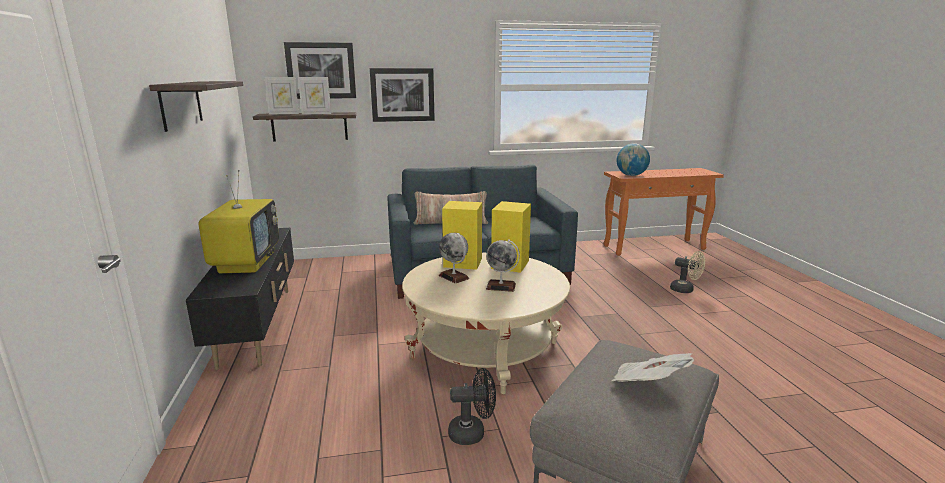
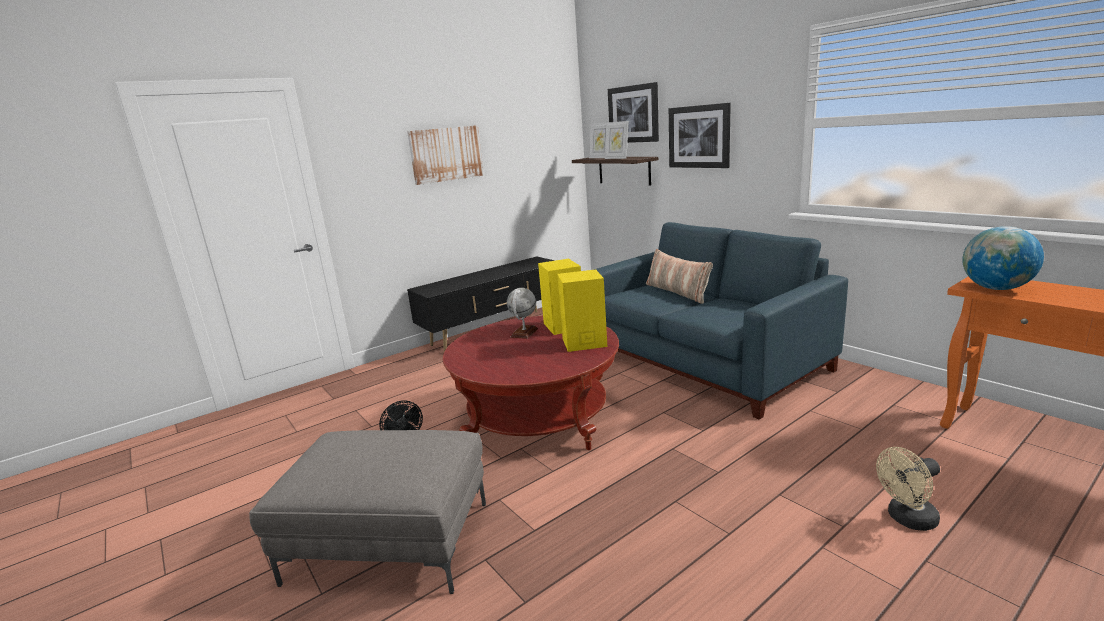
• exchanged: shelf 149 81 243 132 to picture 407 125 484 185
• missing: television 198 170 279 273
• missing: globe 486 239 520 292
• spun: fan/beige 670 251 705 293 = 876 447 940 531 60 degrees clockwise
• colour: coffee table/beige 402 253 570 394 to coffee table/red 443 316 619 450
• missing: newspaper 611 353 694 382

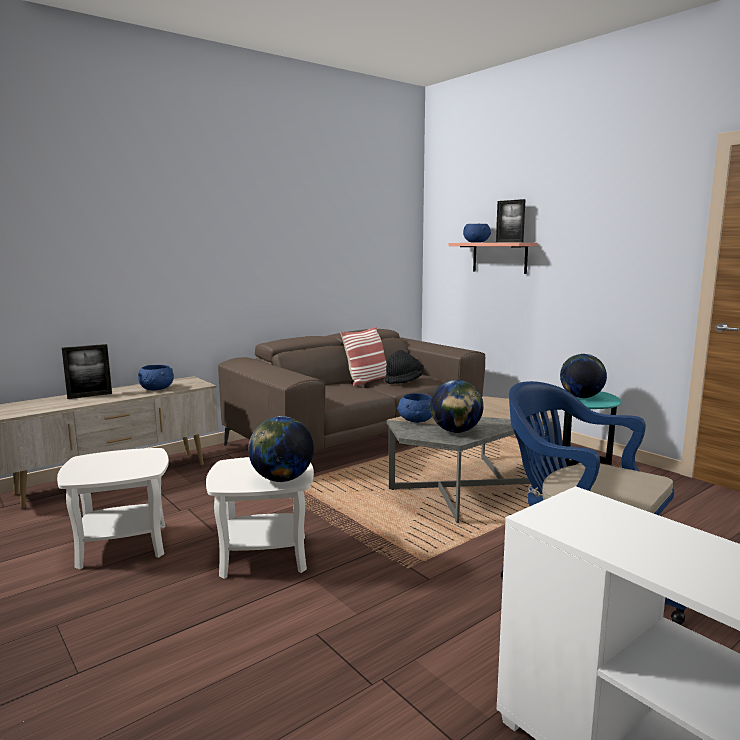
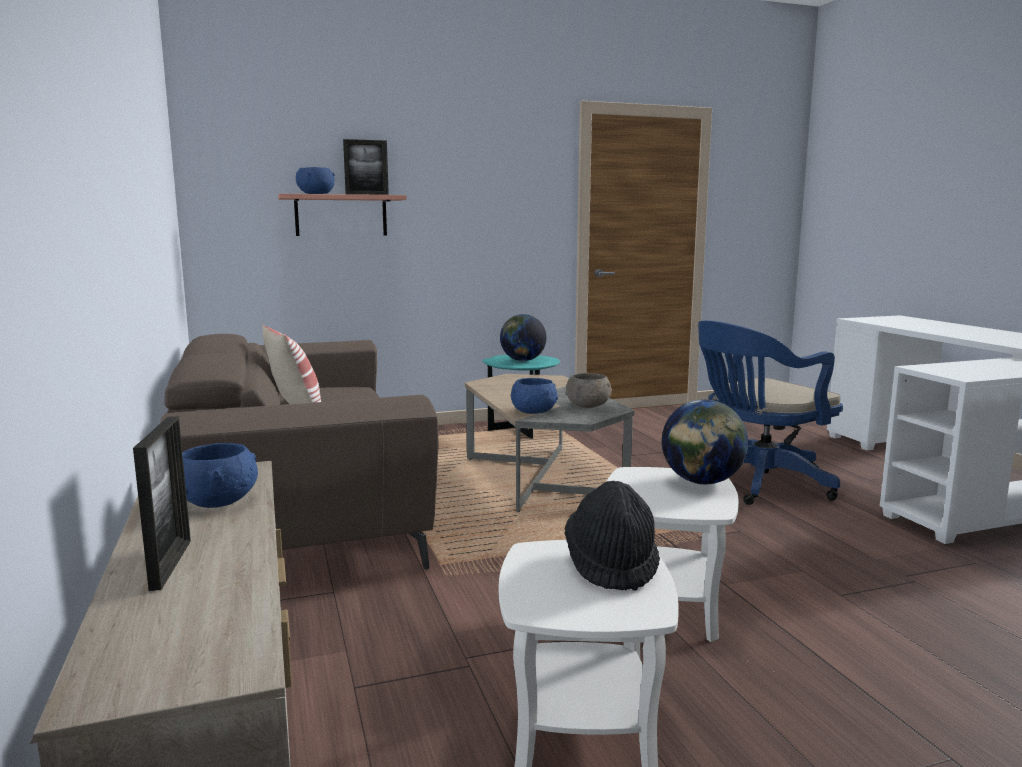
• relocated: hat/black 385 350 424 384 to 565 481 660 590
• exchanged: globe 430 380 483 433 to bowl/grey 565 373 612 408

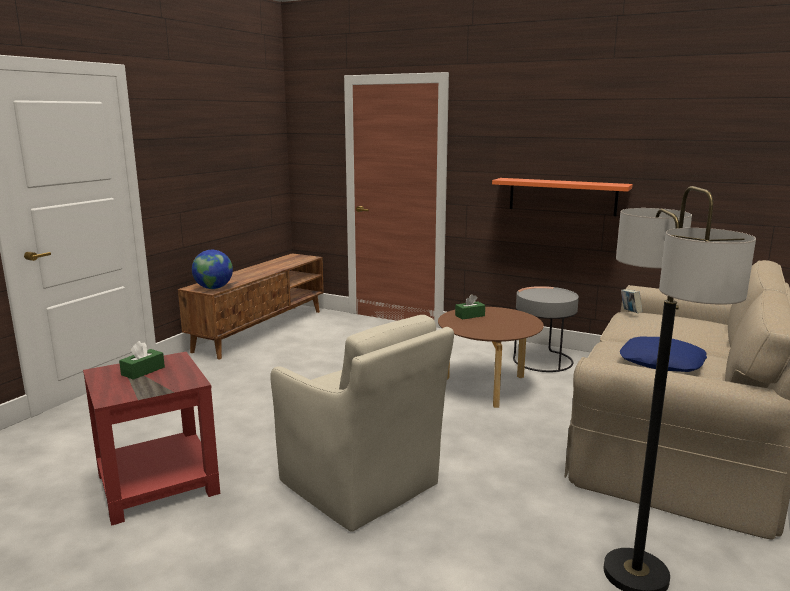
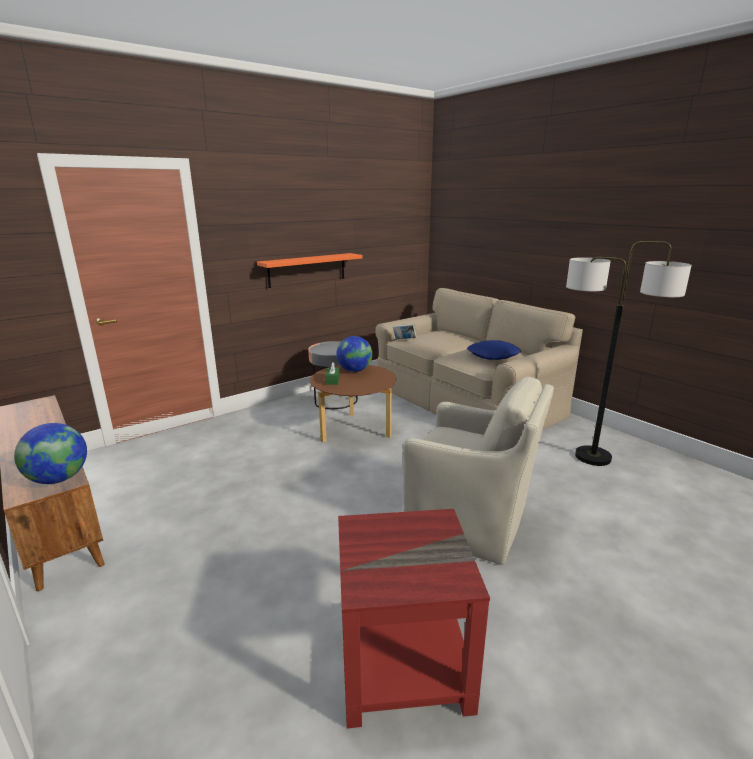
• spun: armchair/beige 270 315 454 532 = 403 377 554 565 45 degrees clockwise
• missing: tissue box/green 119 341 165 380
• appeared: globe 336 336 372 372

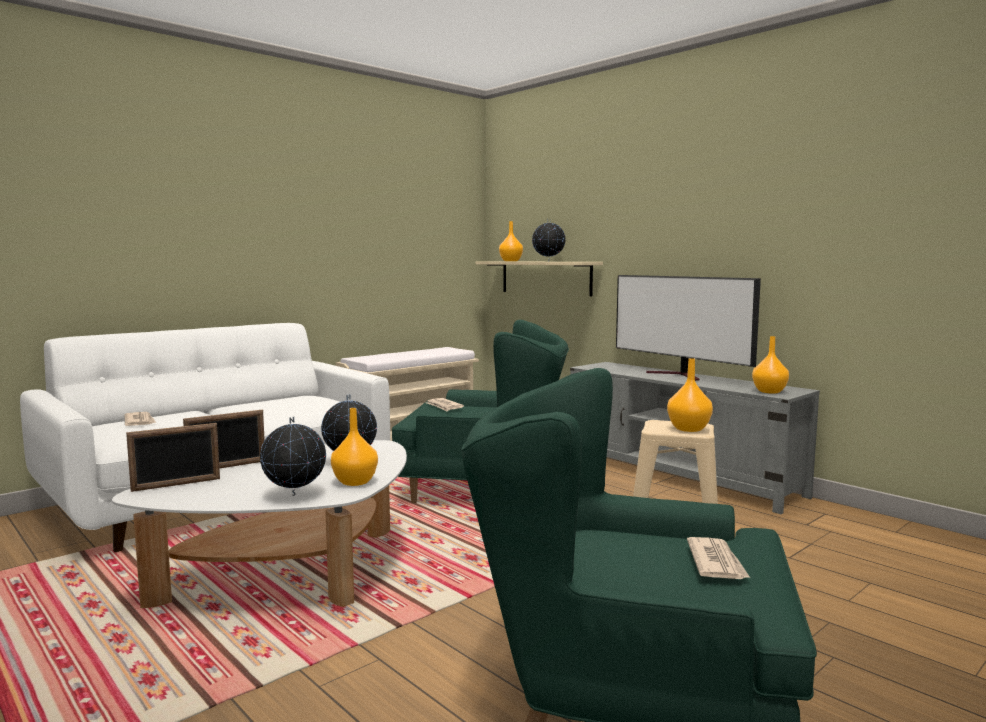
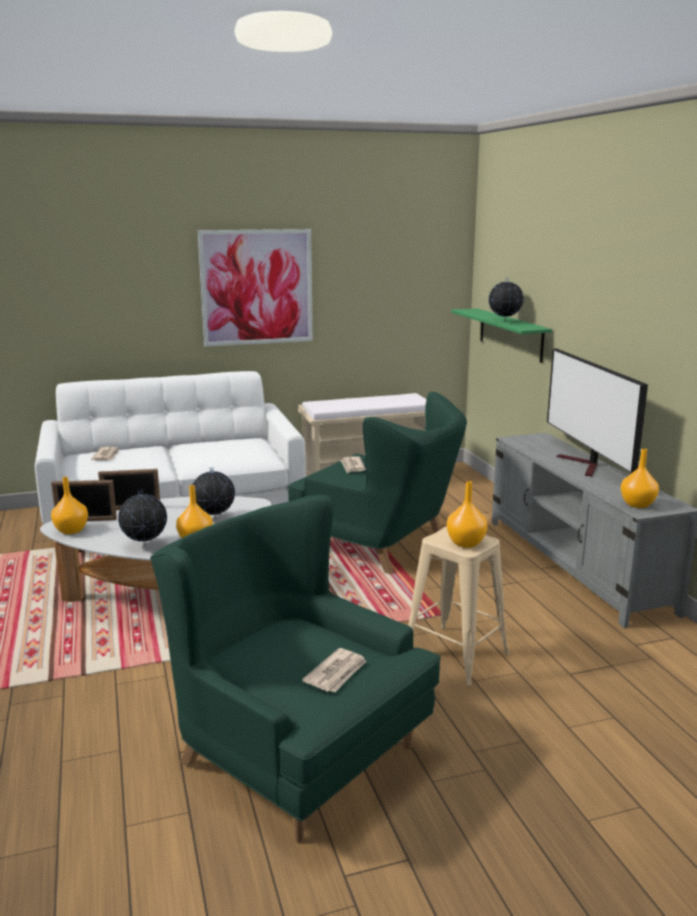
• relocated: vase/orange 499 221 523 261 to 51 477 88 534
• colour: shelf/beige 475 261 603 296 to shelf/green 451 308 552 363
• appeared: picture 197 229 313 347

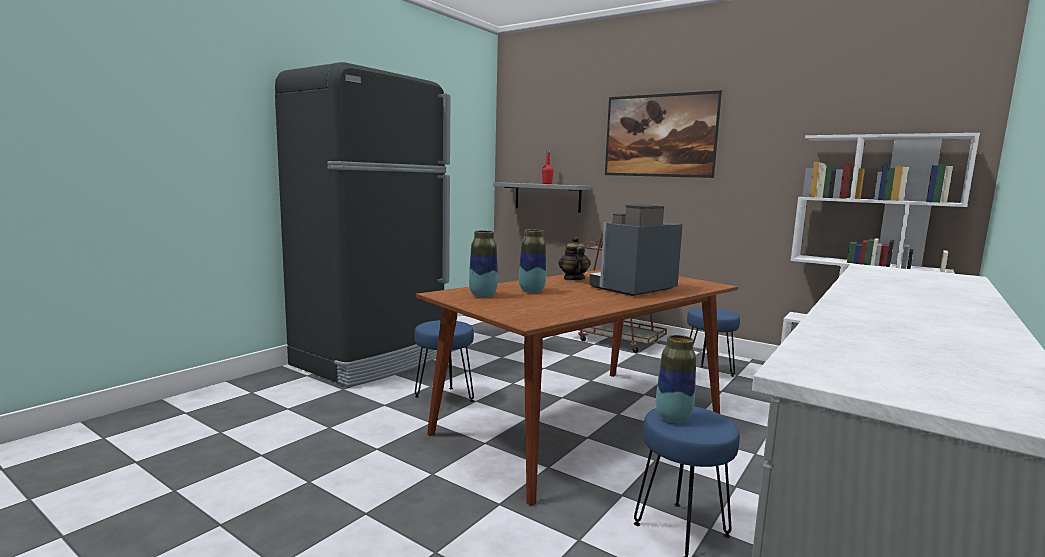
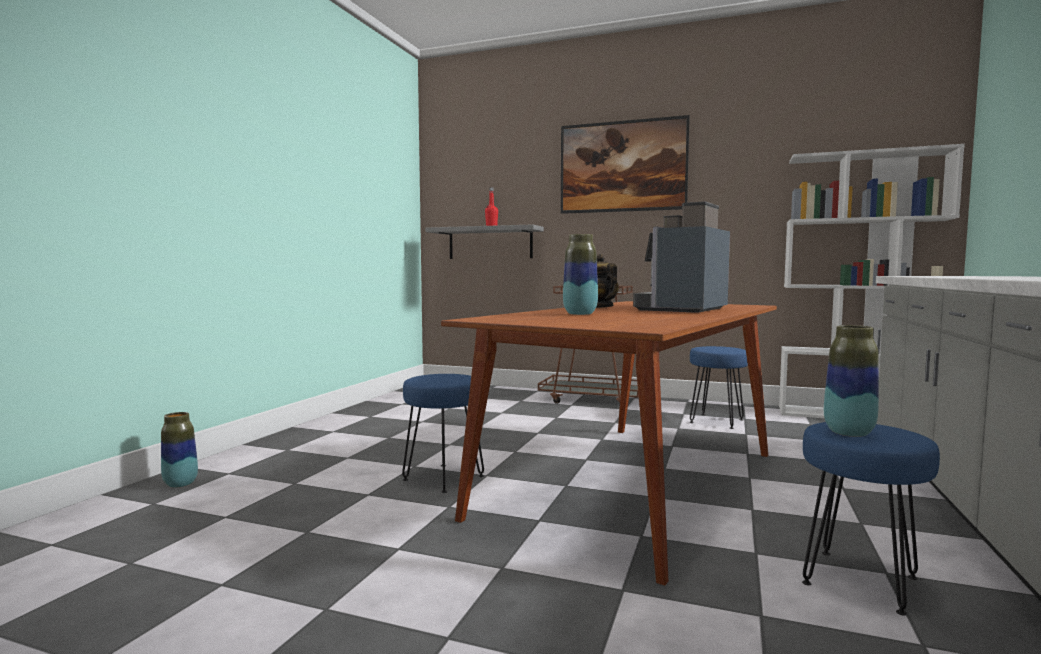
• missing: fridge/black 275 62 450 387
• relocated: vase 469 230 498 297 to 161 412 198 488

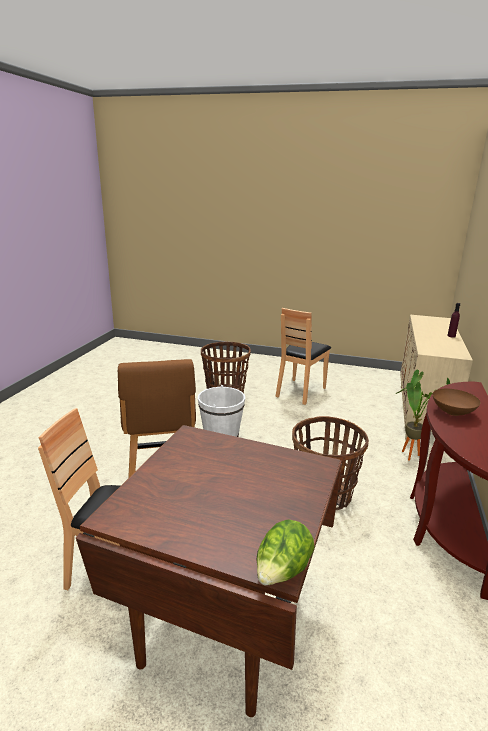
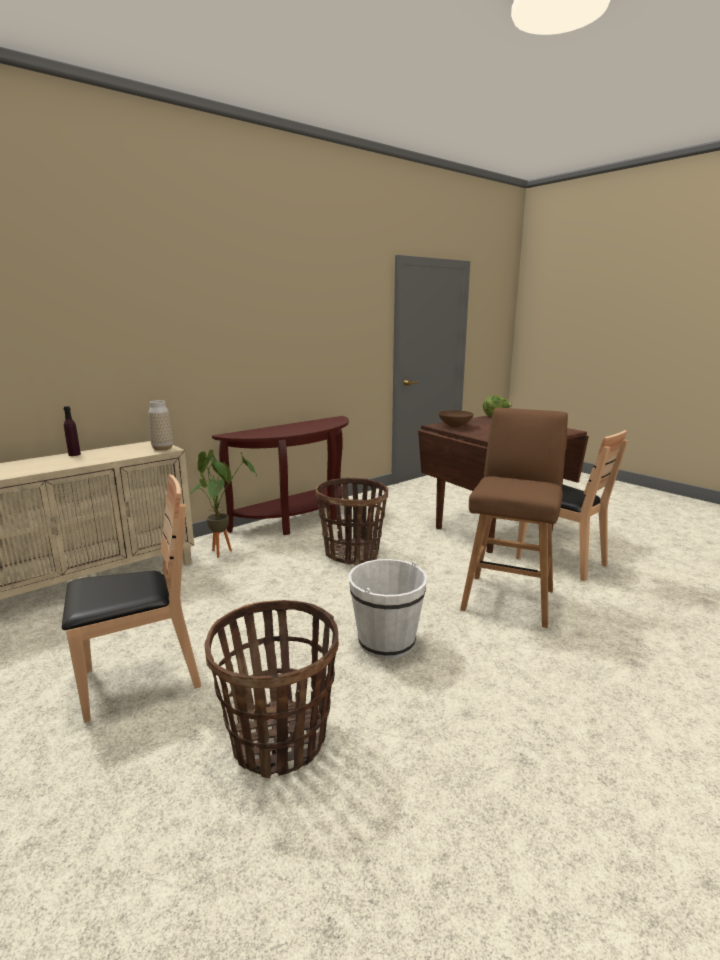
• relocated: bowl/brown 433 388 481 416 to 438 410 474 428
• appeared: vase 149 400 173 451

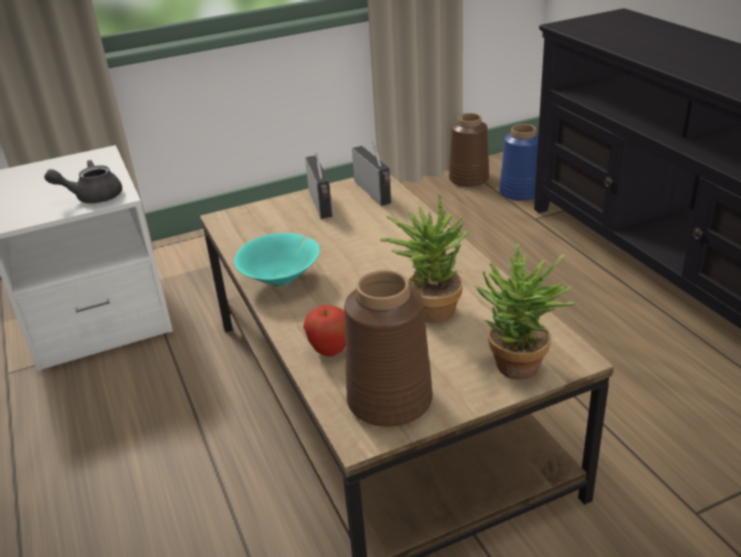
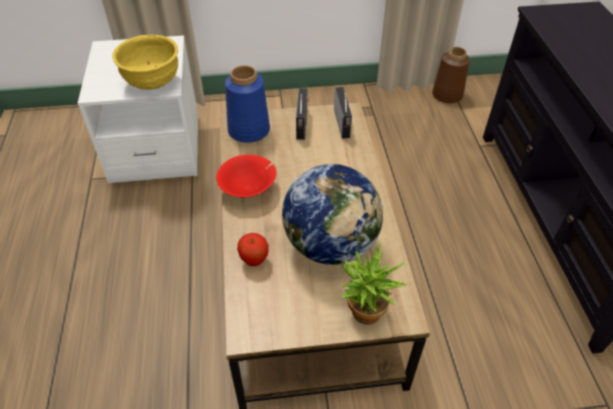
• relocated: vase/blue 499 124 538 201 to 225 65 270 143
• exchanged: teapot/grey 44 160 122 203 to bowl/yellow 112 35 178 90
• exchanged: potted plant 380 194 468 323 to globe 282 164 383 266
• colour: bowl/turquoise 234 233 320 287 to bowl/red 216 155 276 197
• missing: vase/brown 344 270 433 427

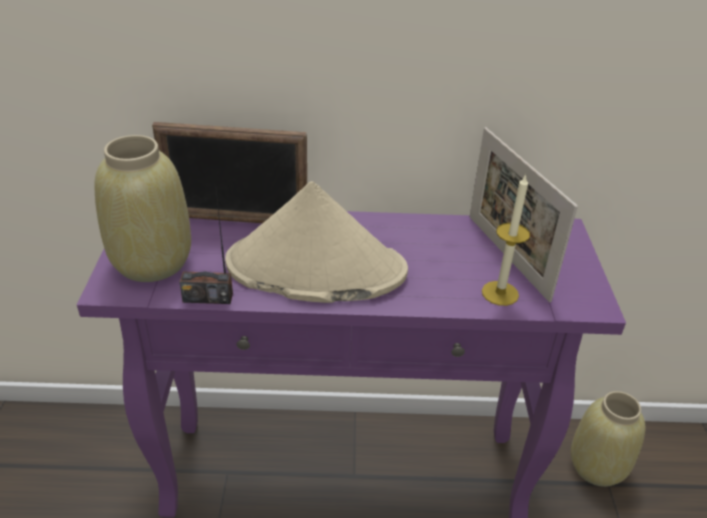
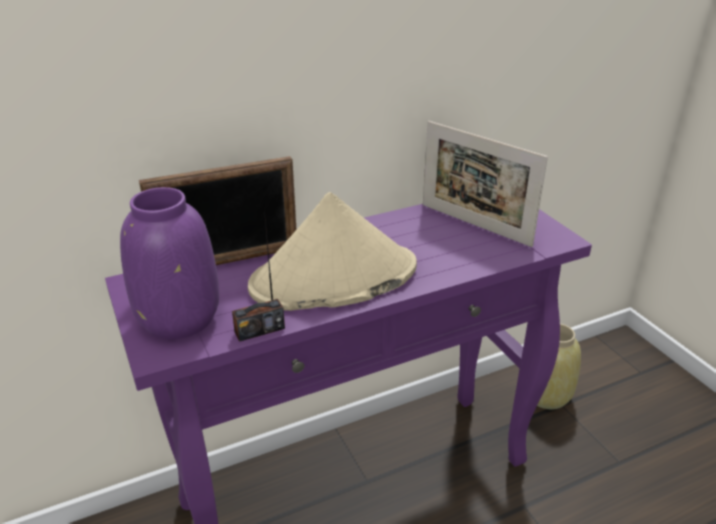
• colour: vase/beige 94 135 191 282 to vase/purple 120 187 219 339
• missing: candle 482 174 530 306

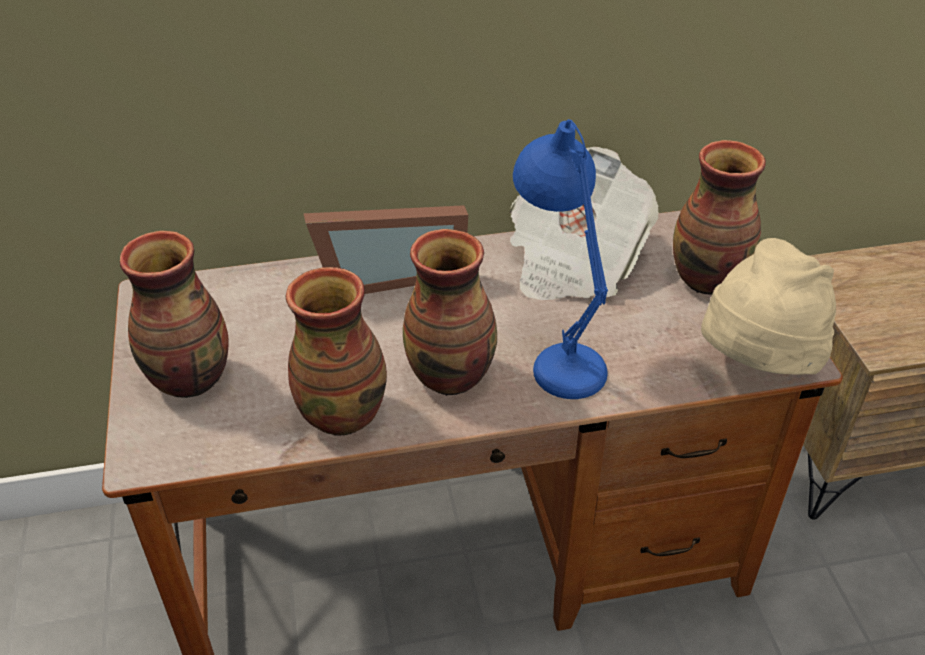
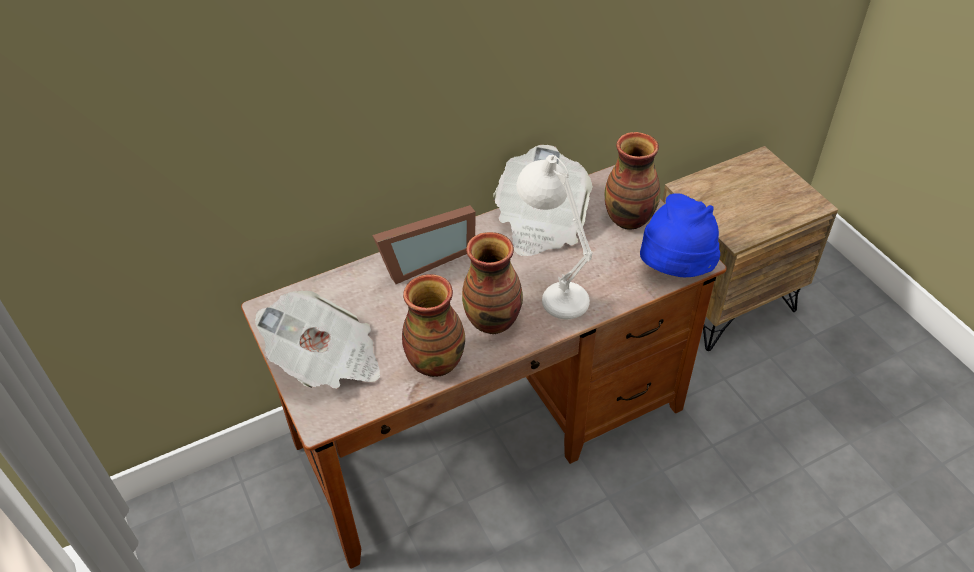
• colour: table lamp/blue 513 119 608 399 to table lamp/white 516 155 593 319
• exchanged: vase 120 231 229 398 to newspaper 255 290 381 389
• colour: hat/beige 701 238 836 374 to hat/blue 640 193 720 277

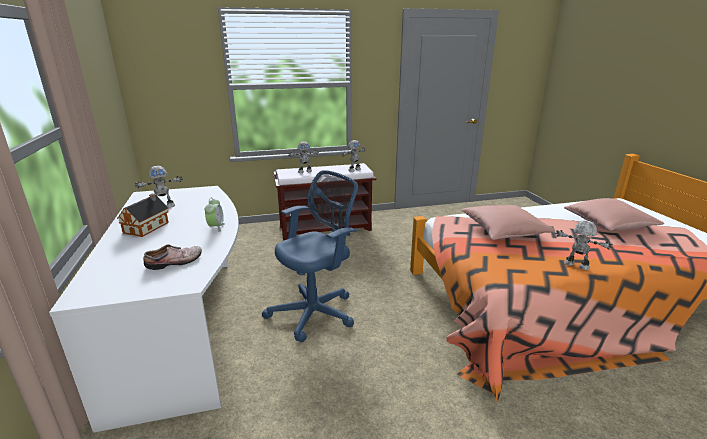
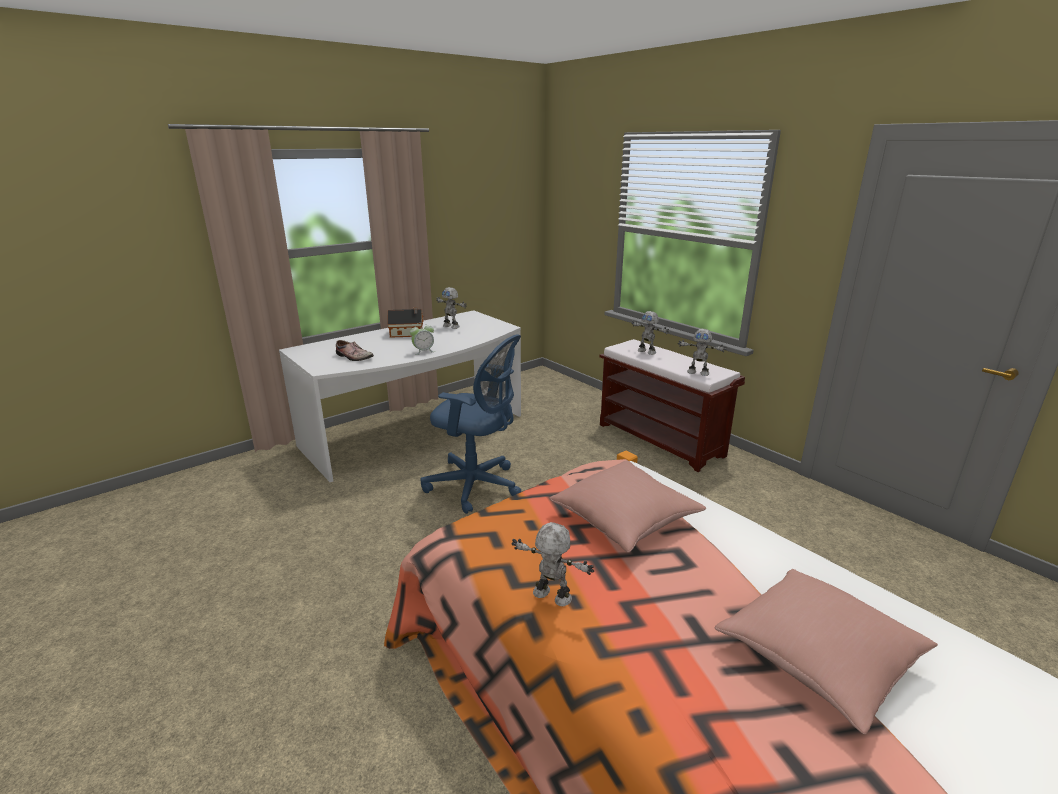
• spun: toy robot 555 220 613 270 = 511 522 594 606 75 degrees counterclockwise

